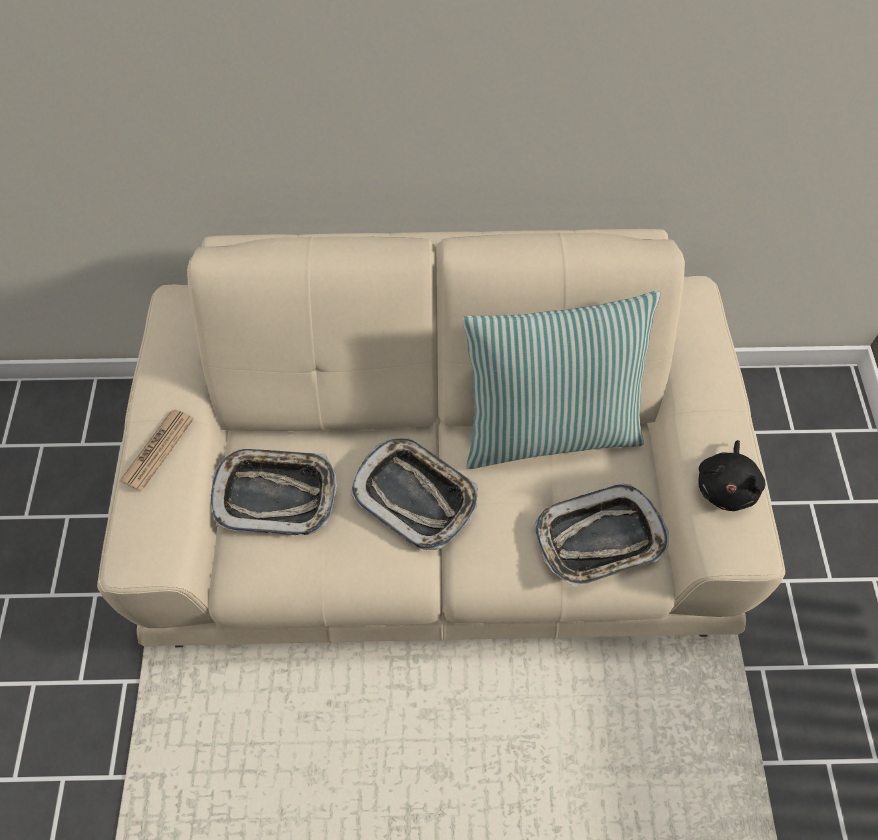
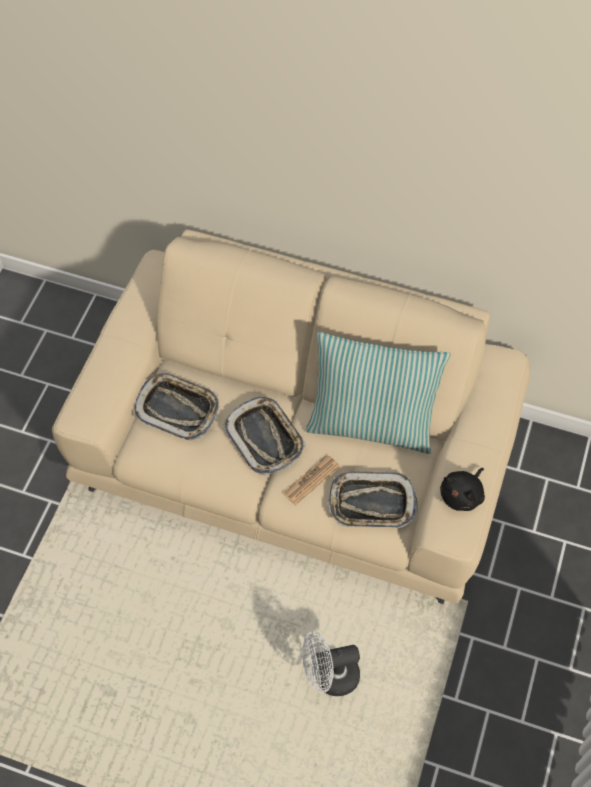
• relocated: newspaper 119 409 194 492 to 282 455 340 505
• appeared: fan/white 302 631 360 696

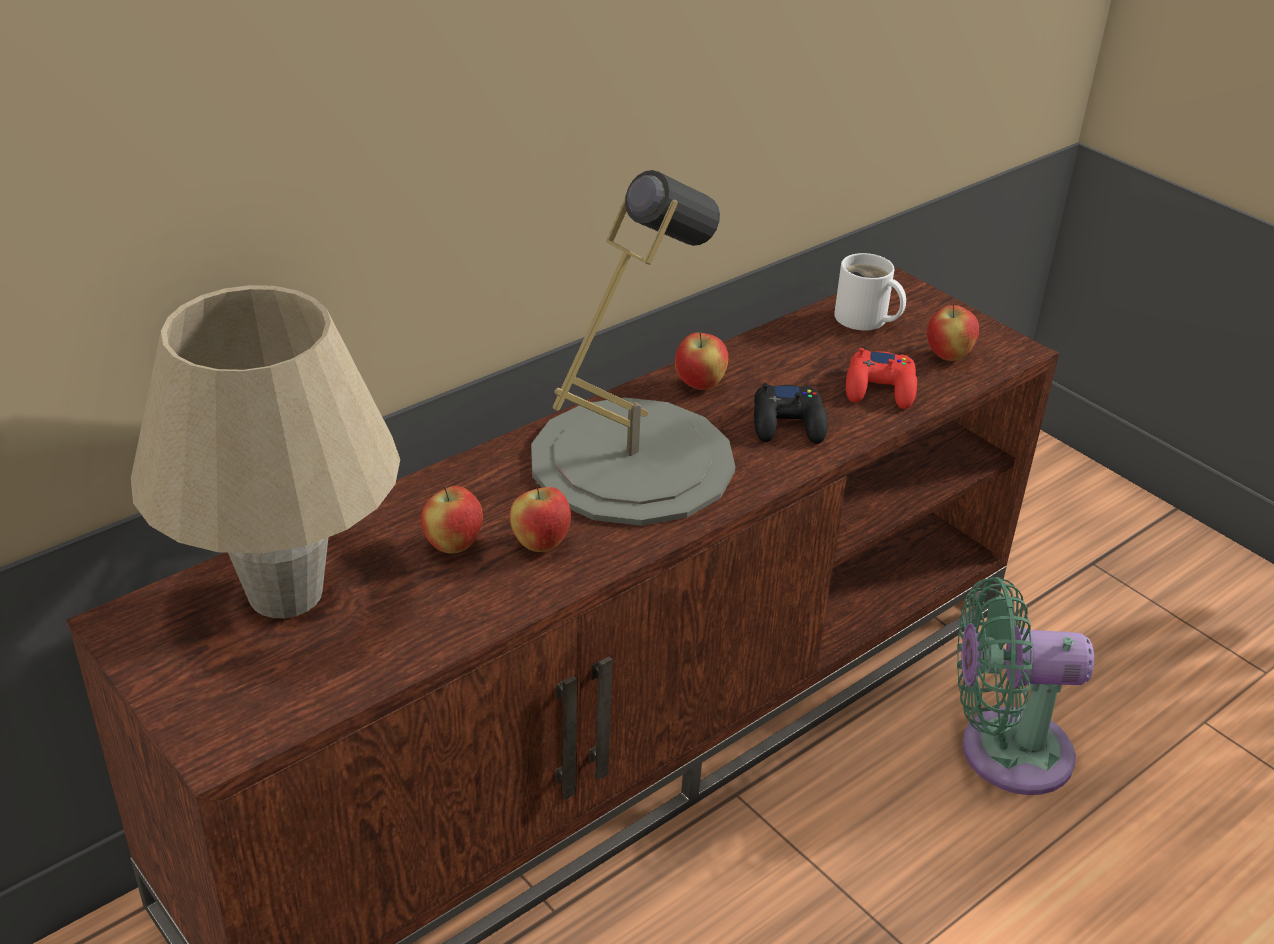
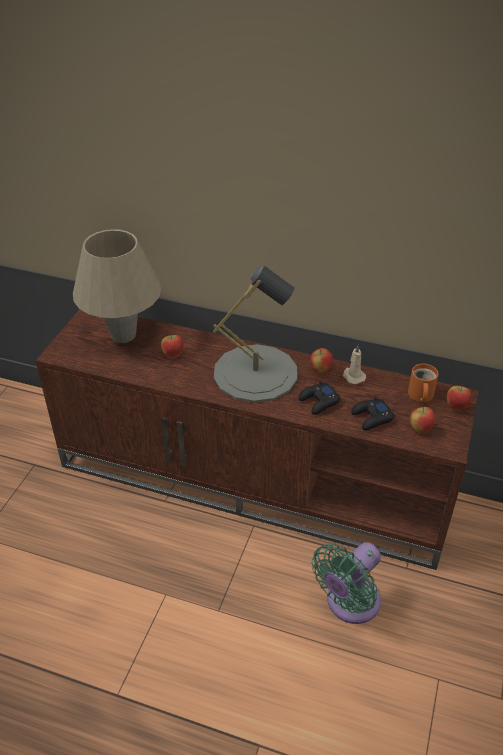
• colour: mug/white 834 253 906 330 to mug/orange 408 364 439 402
• colour: game controller/red 846 348 917 409 to game controller/black 351 397 394 430
• relocated: apple 510 483 571 552 to 447 384 472 411
• spun: fan/green 957 577 1094 795 = 312 542 381 624 105 degrees counterclockwise
• appeared: candle/beige 343 345 366 384

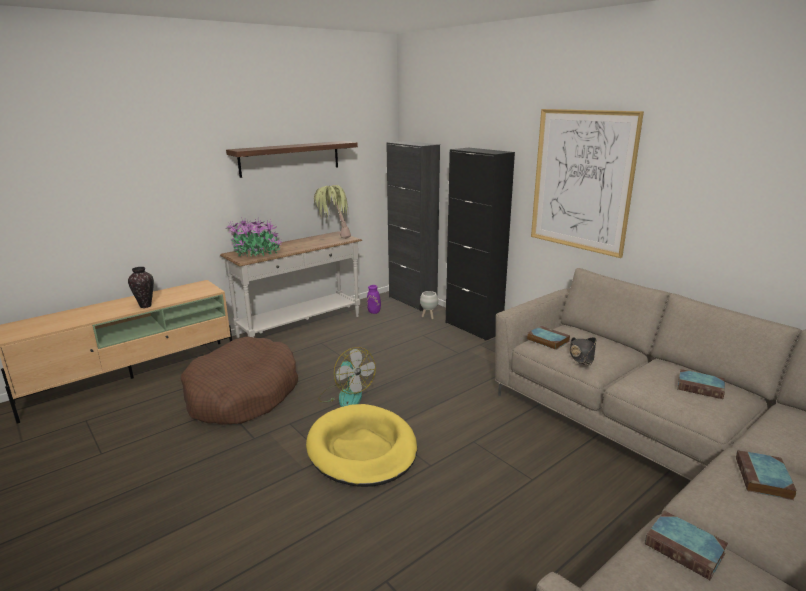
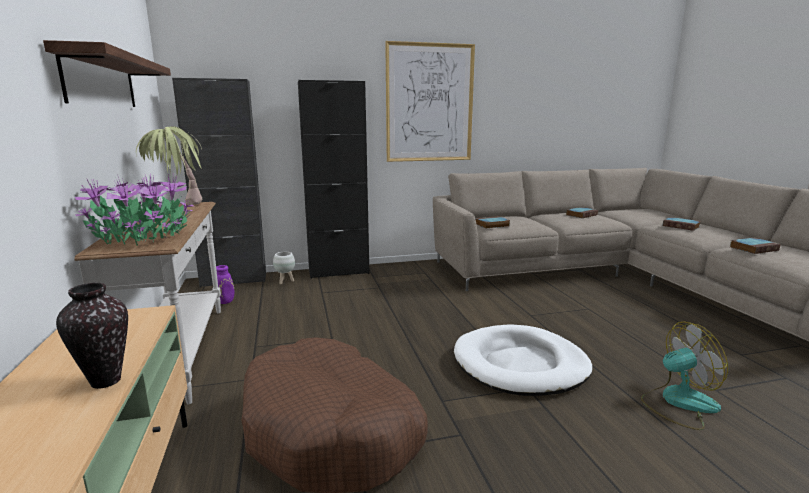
• missing: hat/black 569 337 597 365
• relocated: fan 318 347 376 407 to 641 322 728 430
• colour: dog bed/yellow 306 404 417 487 to dog bed/white 454 324 593 396

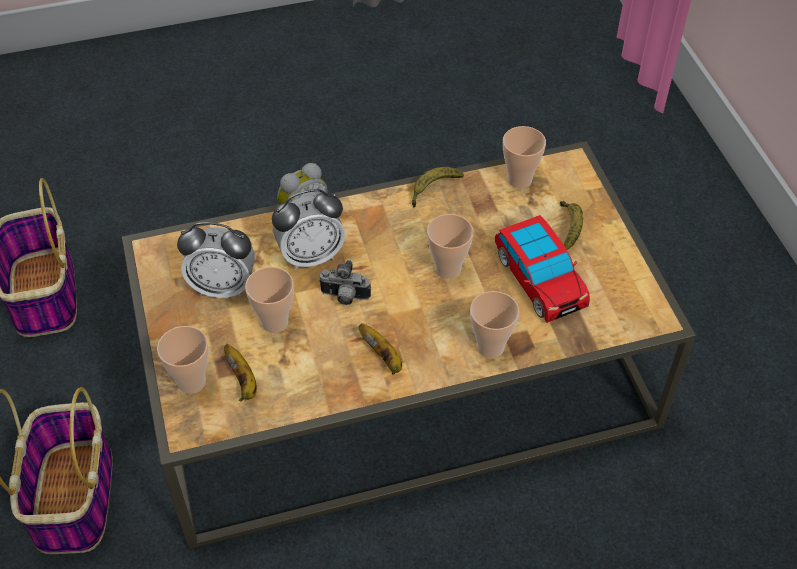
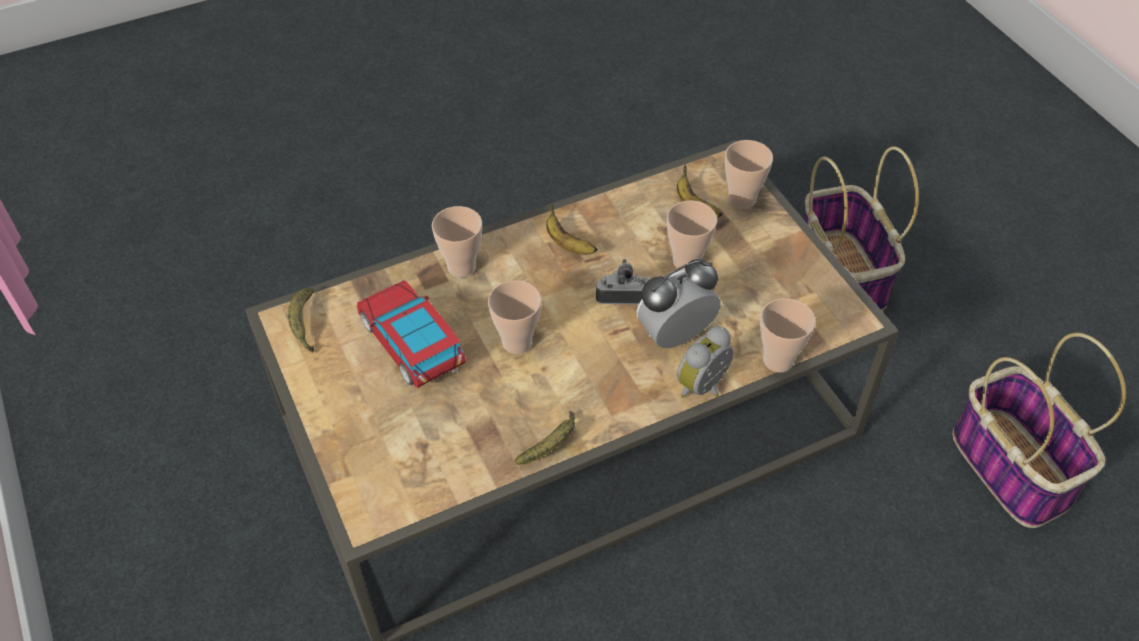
• relocated: cup 503 126 546 189 to 760 298 815 372
• relocated: banana 560 201 583 250 to 288 288 314 353
• missing: alarm clock 177 222 255 298

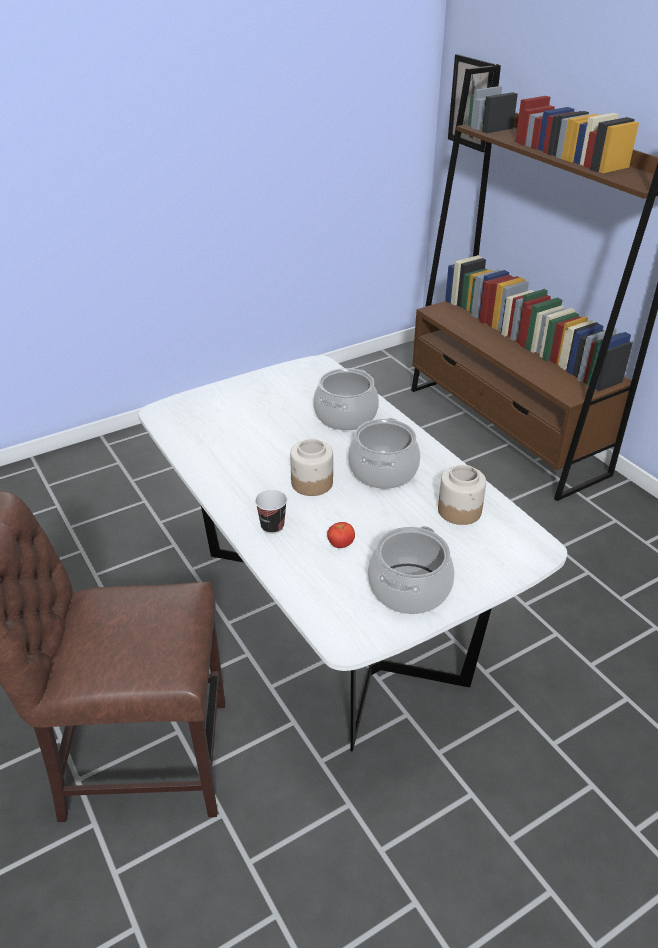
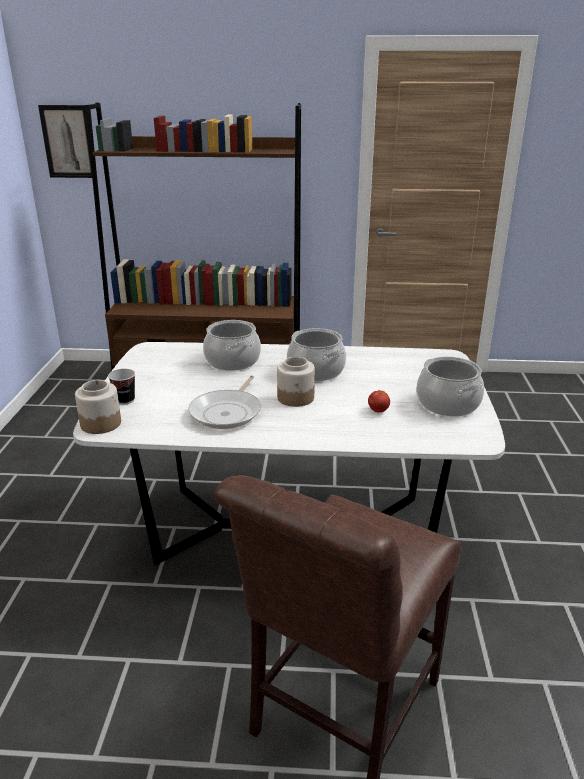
• relocated: jar 438 465 486 525 to 75 380 121 434
• relocated: cup 255 490 287 534 to 108 369 135 405
• appeared: frying pan 188 375 261 429

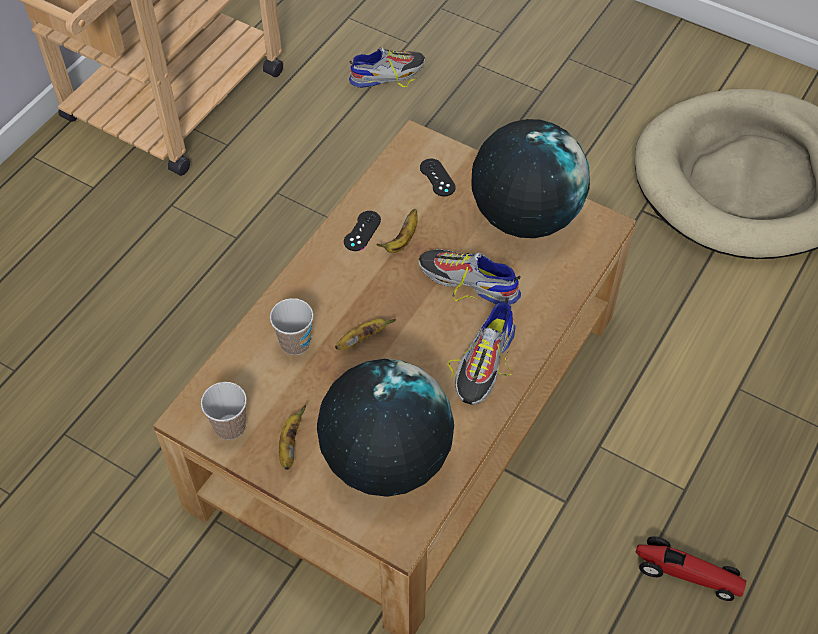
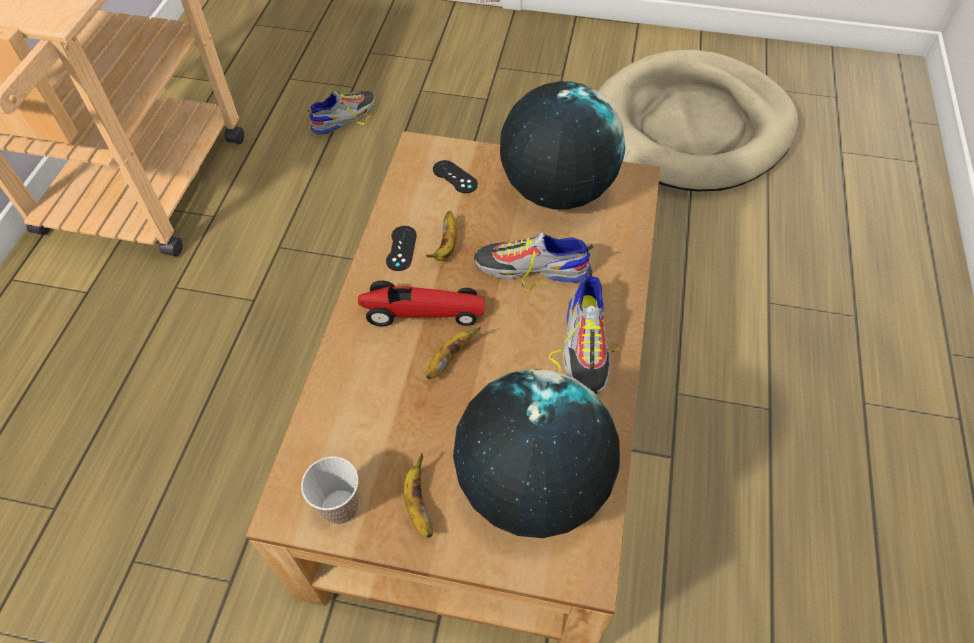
• missing: cup 270 298 313 355
• relocated: toy car 636 536 746 601 to 358 281 484 326

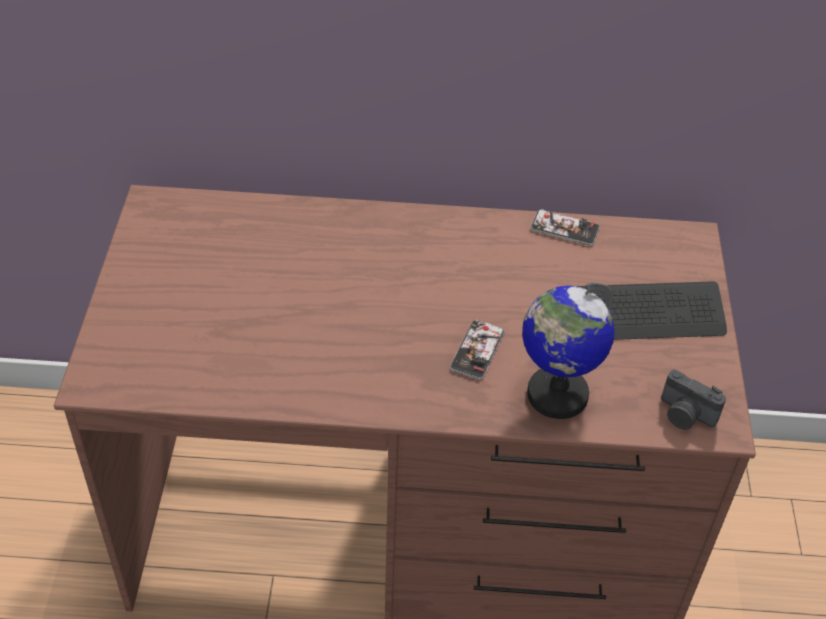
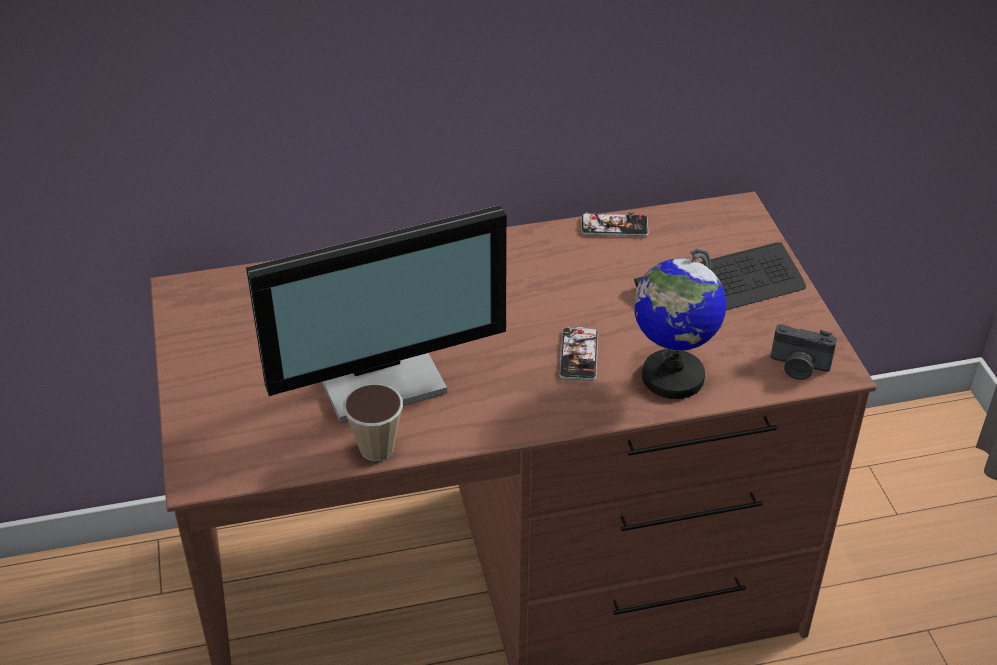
• appeared: monitor 246 205 507 423
• appeared: cup 344 384 403 461

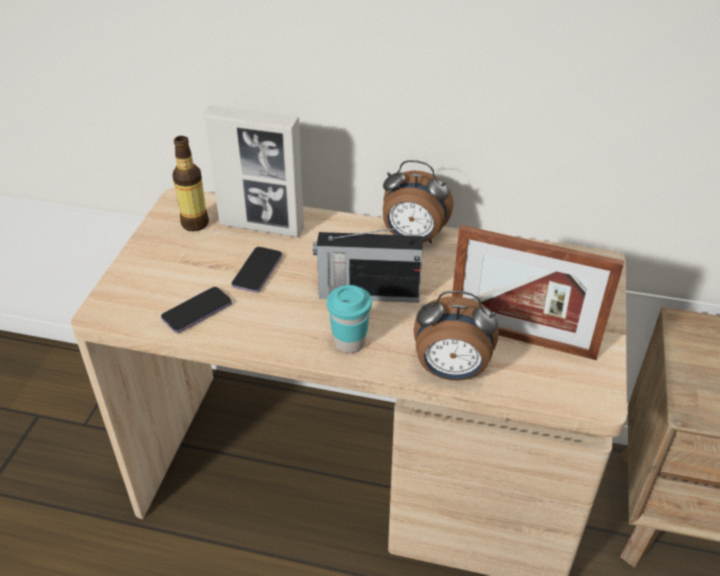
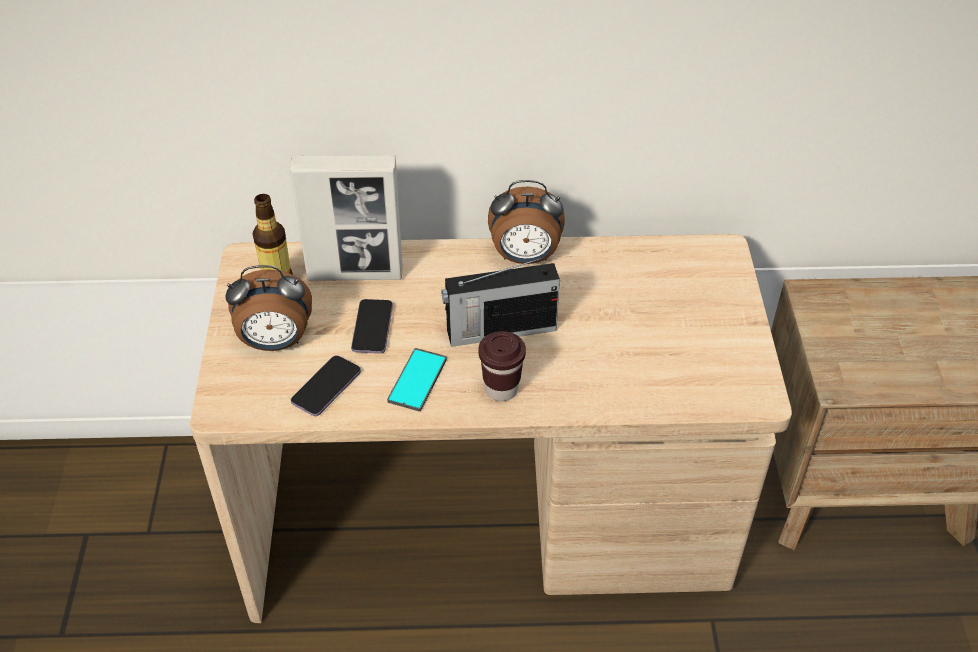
• missing: picture frame 452 225 624 360
• colour: cup/turquoise 327 285 372 353 to cup/brown 478 331 526 401
• relocated: alarm clock 414 291 498 381 to 225 265 312 351
• appeared: phone 387 348 447 411

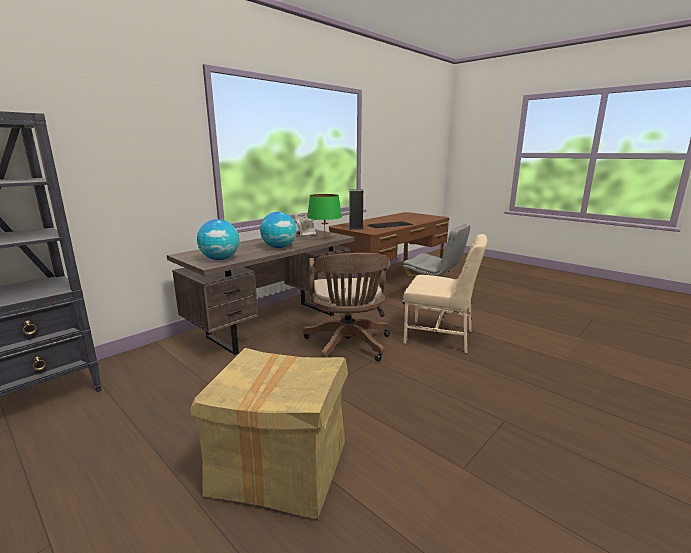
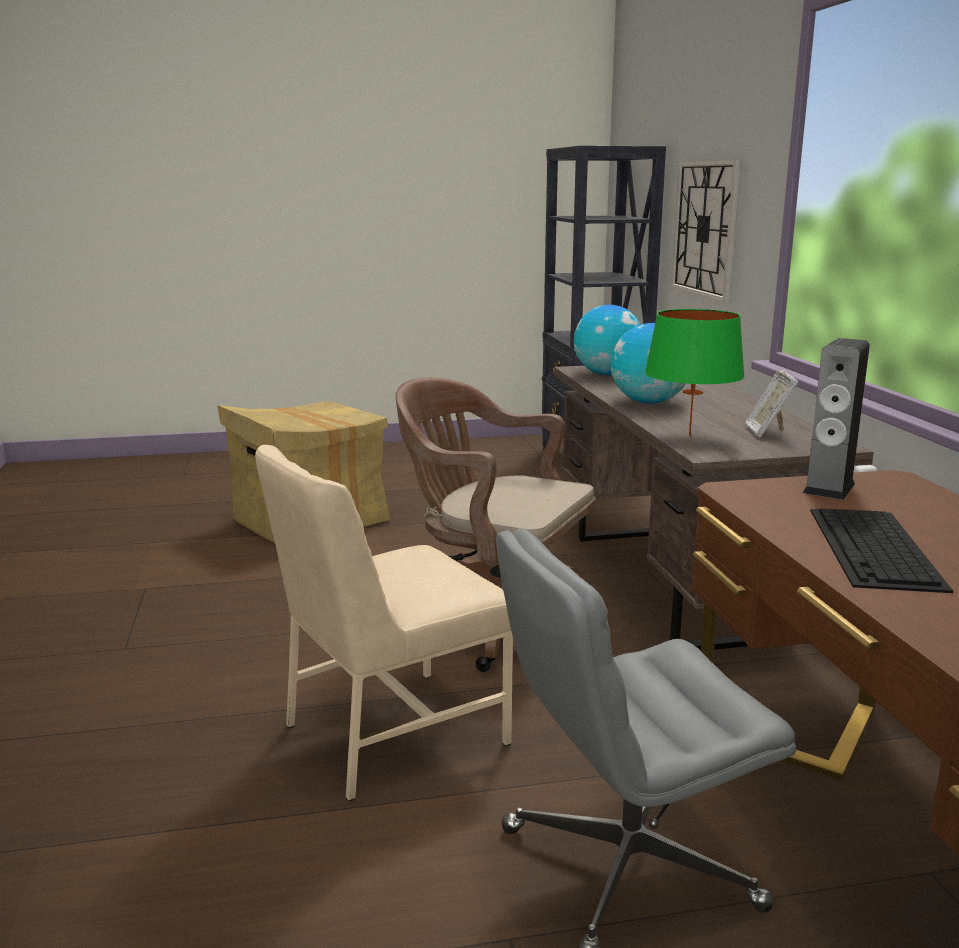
• appeared: wall clock 671 160 741 302

